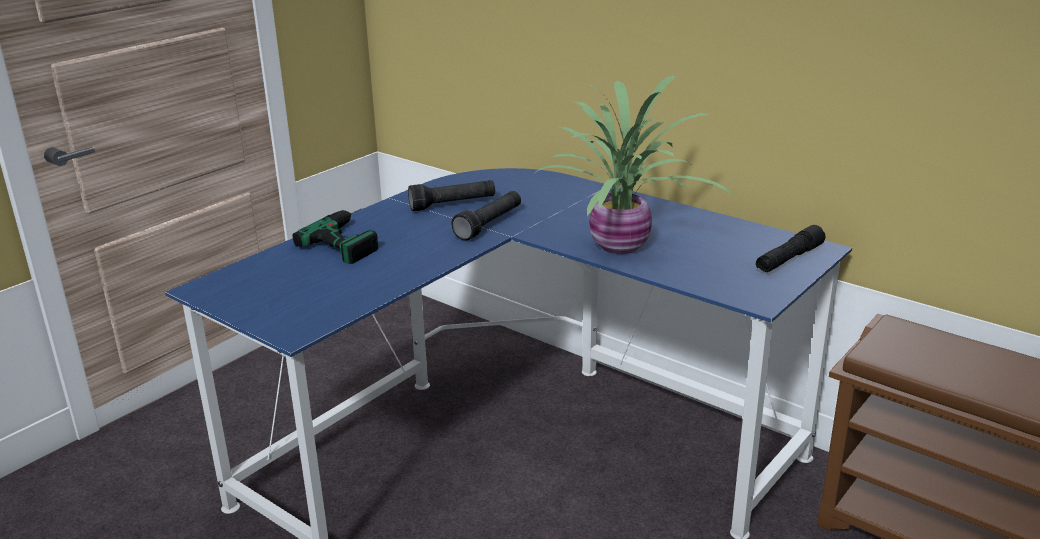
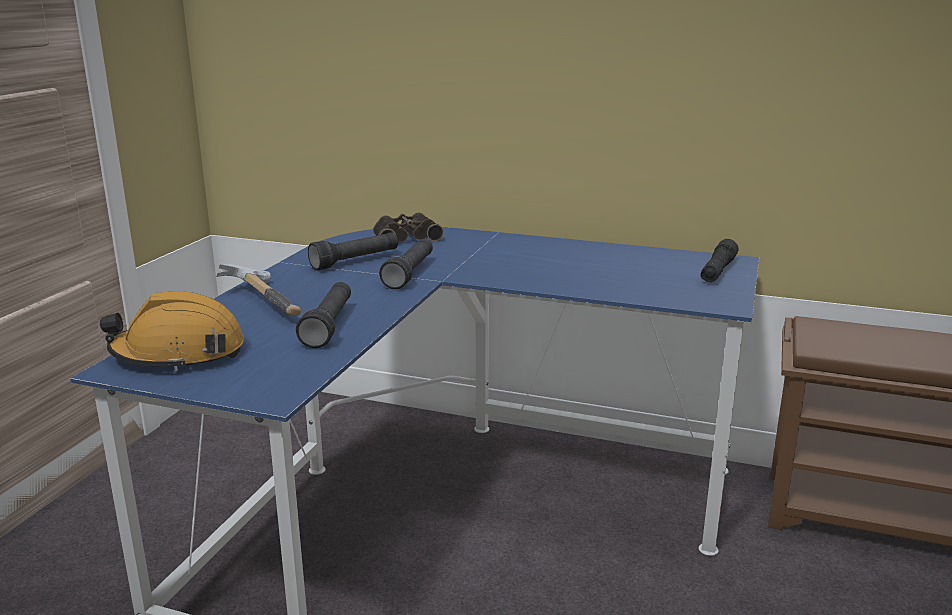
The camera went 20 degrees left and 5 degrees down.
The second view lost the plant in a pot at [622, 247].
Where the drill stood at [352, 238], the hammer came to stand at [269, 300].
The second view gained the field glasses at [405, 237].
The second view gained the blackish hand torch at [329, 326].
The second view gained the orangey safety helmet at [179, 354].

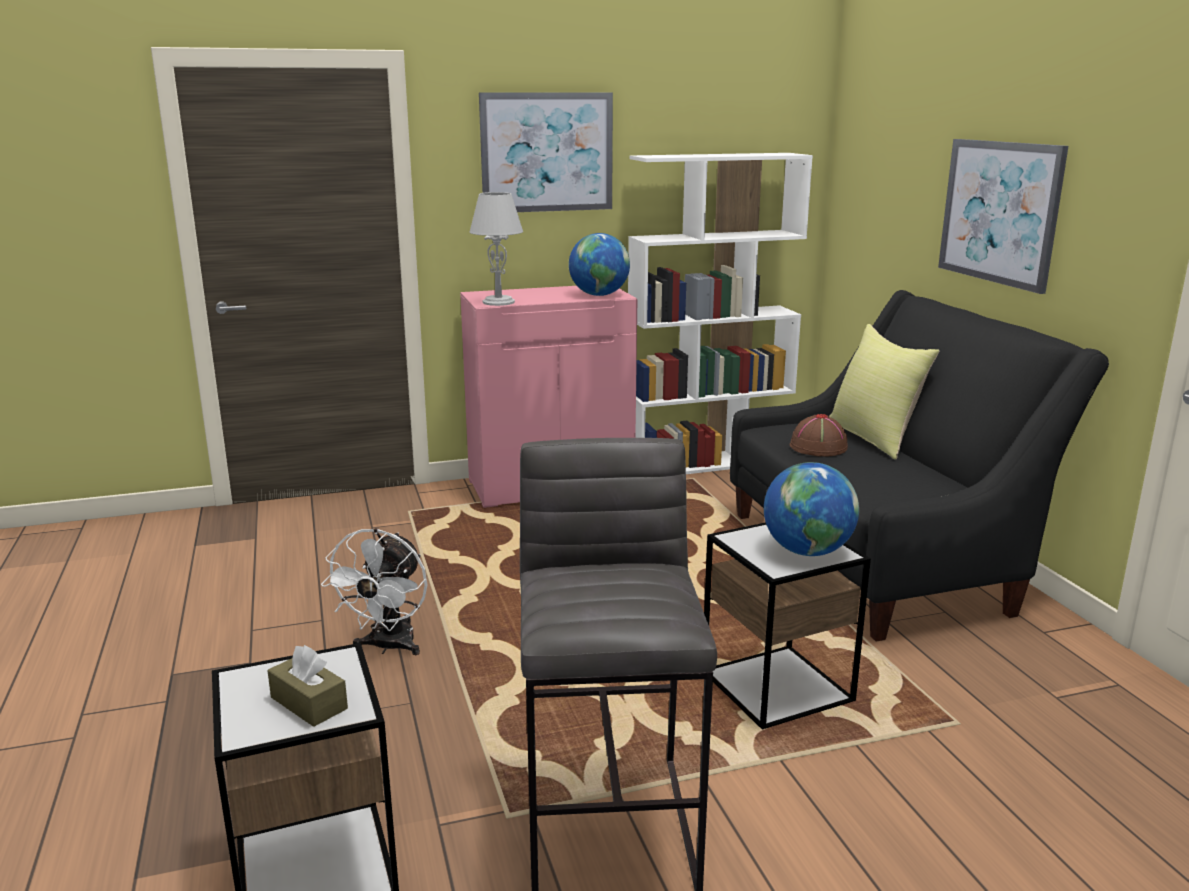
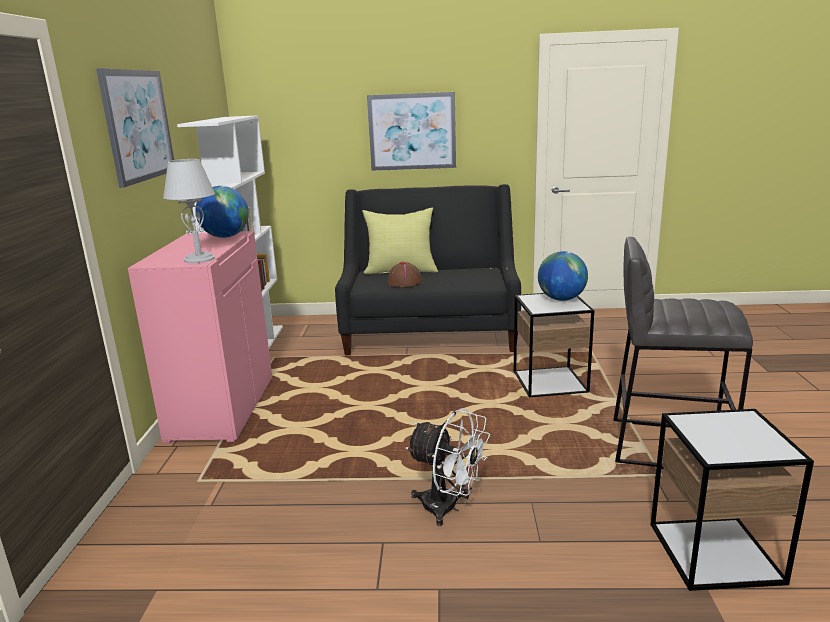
The camera went 70 degrees left and 0 degrees up.
The second view lost the brownish tissue holder at [309, 703].

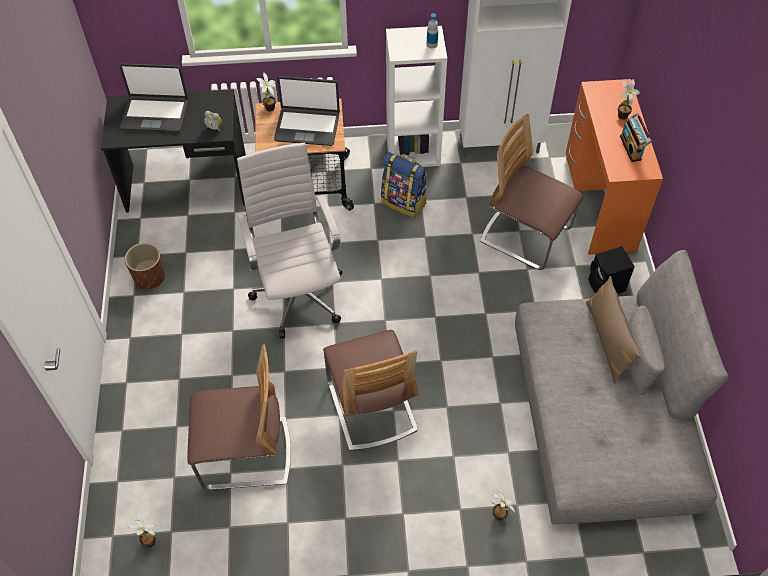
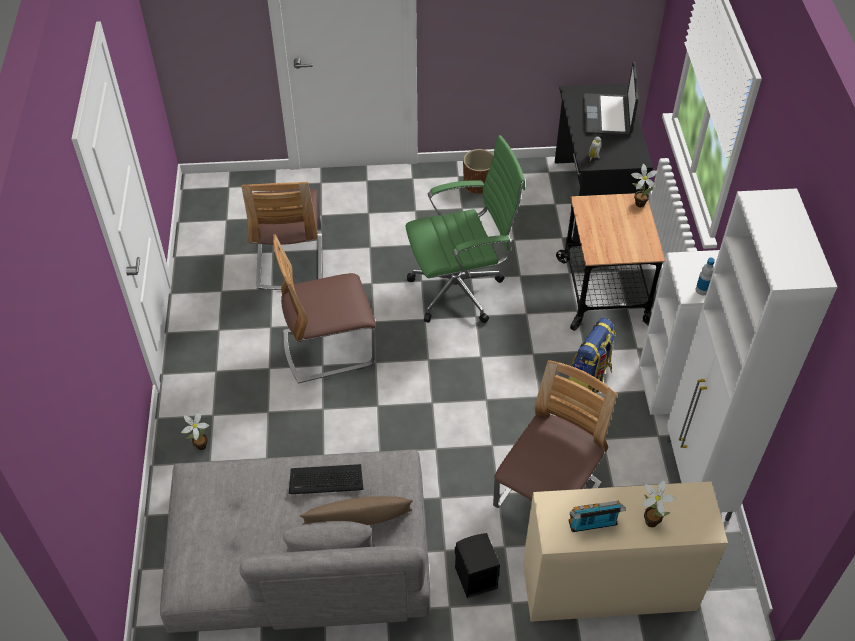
The camera went 90 degrees right and 5 degrees down.
The second view lost the portable computer at [307, 127].
What was the orangey desk at [599, 203] turned into the beige desk at [608, 587].
What was the white office chair at [298, 293] turned into the green-coloured office chair at [461, 290].
The second view lost the plant in a pot at [151, 543].
The second view gained the computer keyboard at [326, 480].

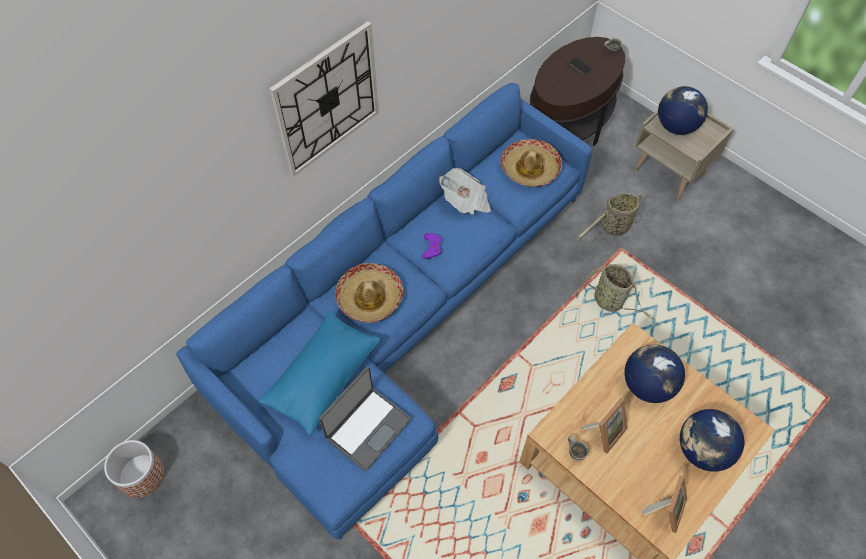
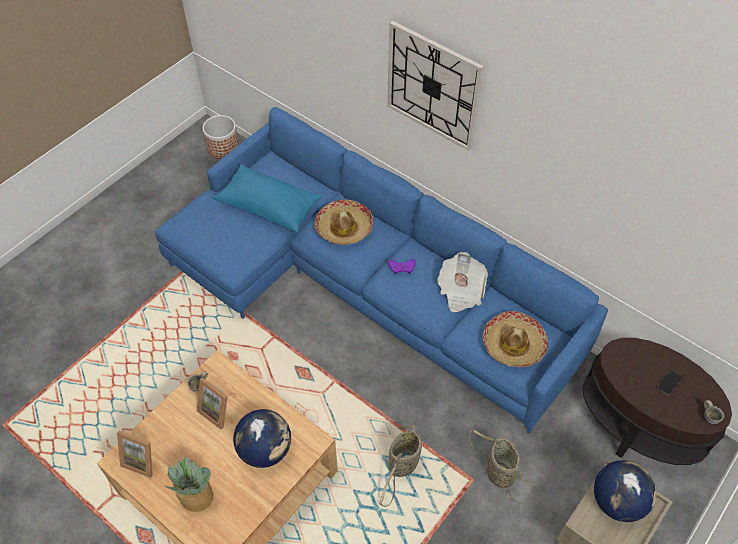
The camera went 85 degrees right and 5 degrees down.
The second view lost the portable computer at [367, 428].
Where the desk globe stood at [702, 450], the plant in a pot came to stand at [196, 496].

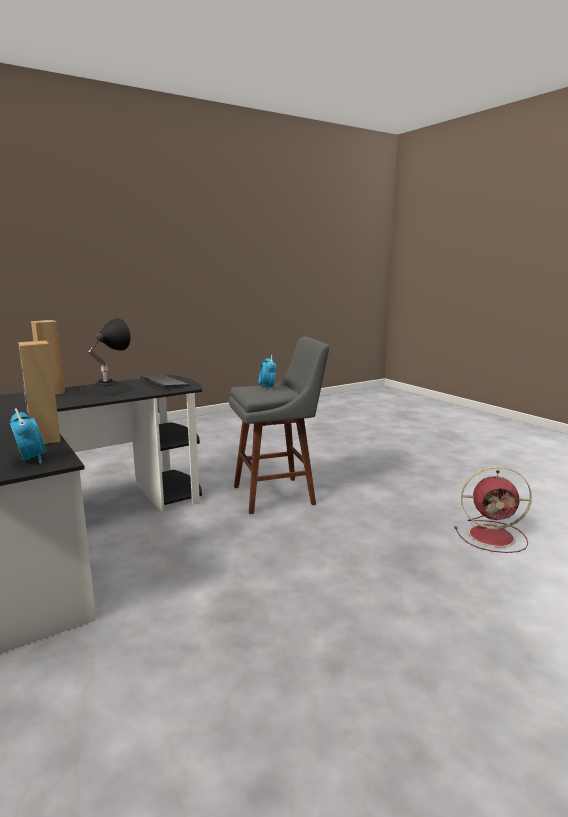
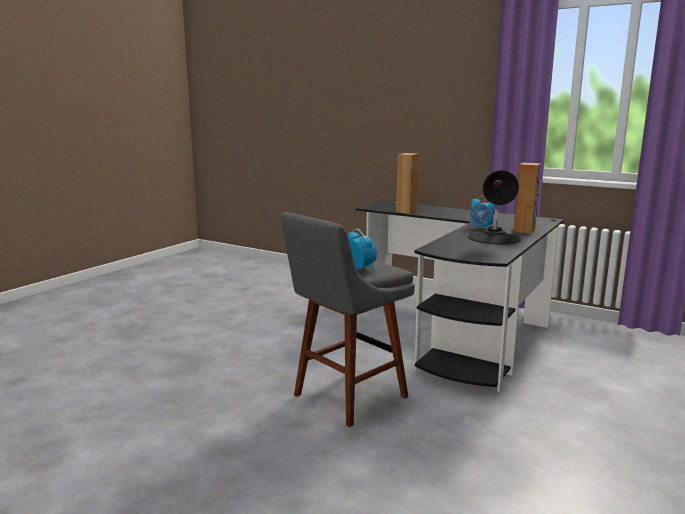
The camera went 155 degrees right and 0 degrees up.
The second view lost the computer keyboard at [162, 382].
The alarm clock ended up elsewhere, having gone from [31, 459] to [482, 227].
The second view lost the red electric fan at [493, 536].

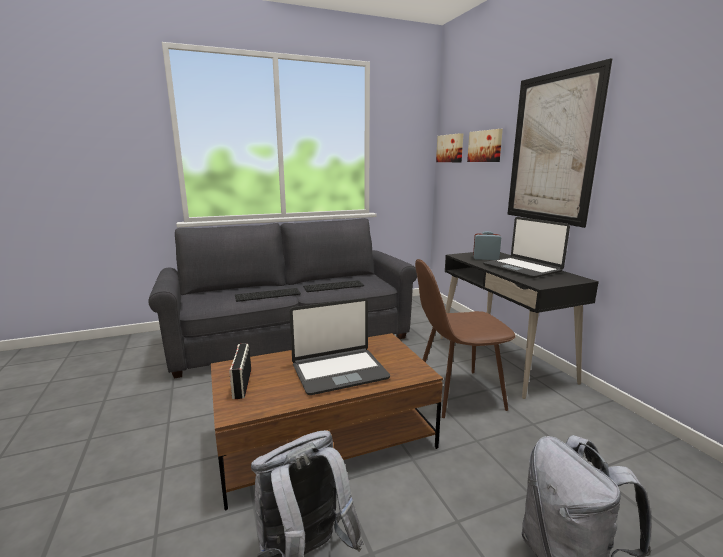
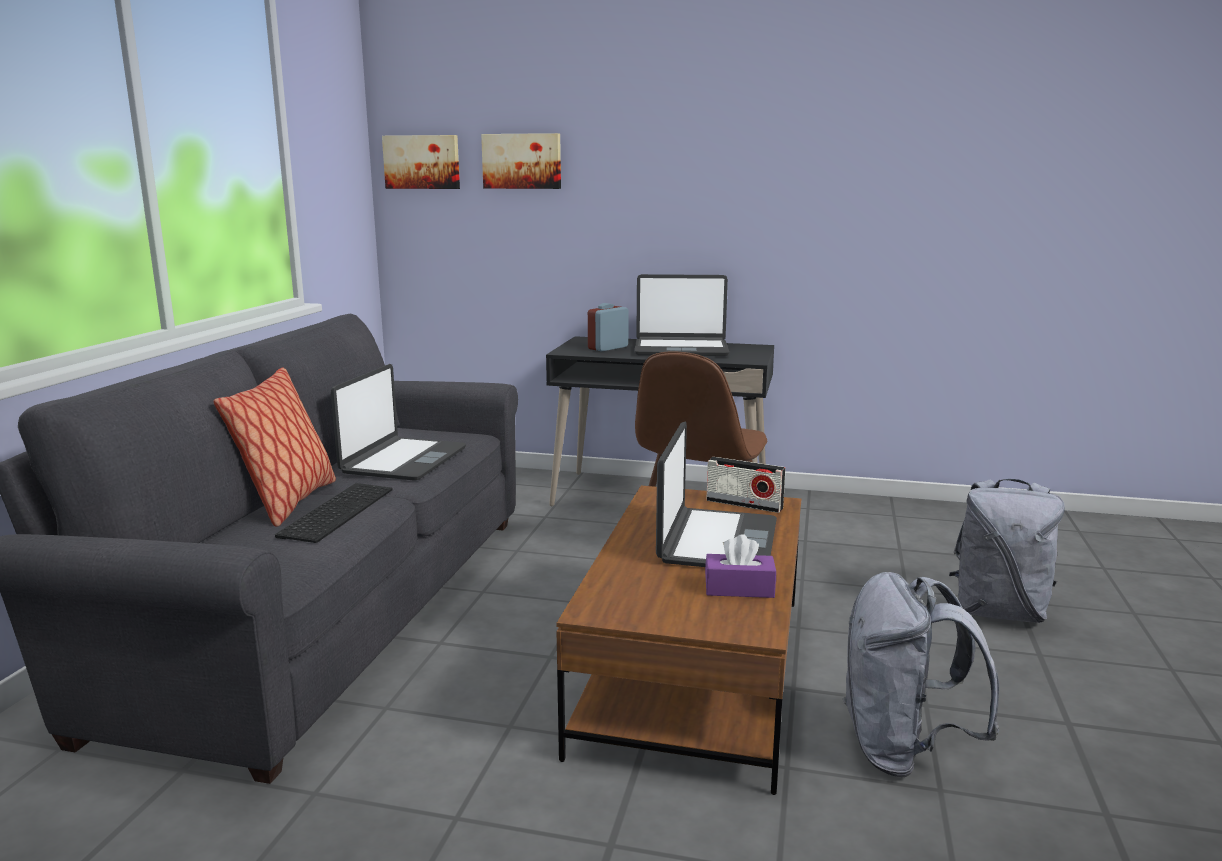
The camera went 55 degrees left and 0 degrees up.
The second view lost the wall art at [552, 149].
Where the computer keyboard stood at [334, 286], the portable computer came to stand at [403, 461].
The radio set ended up elsewhere, having gone from [242, 383] to [744, 504].
The second view gained the throw pillow at [288, 503].
The second view gained the purplish tissue holder at [739, 588].

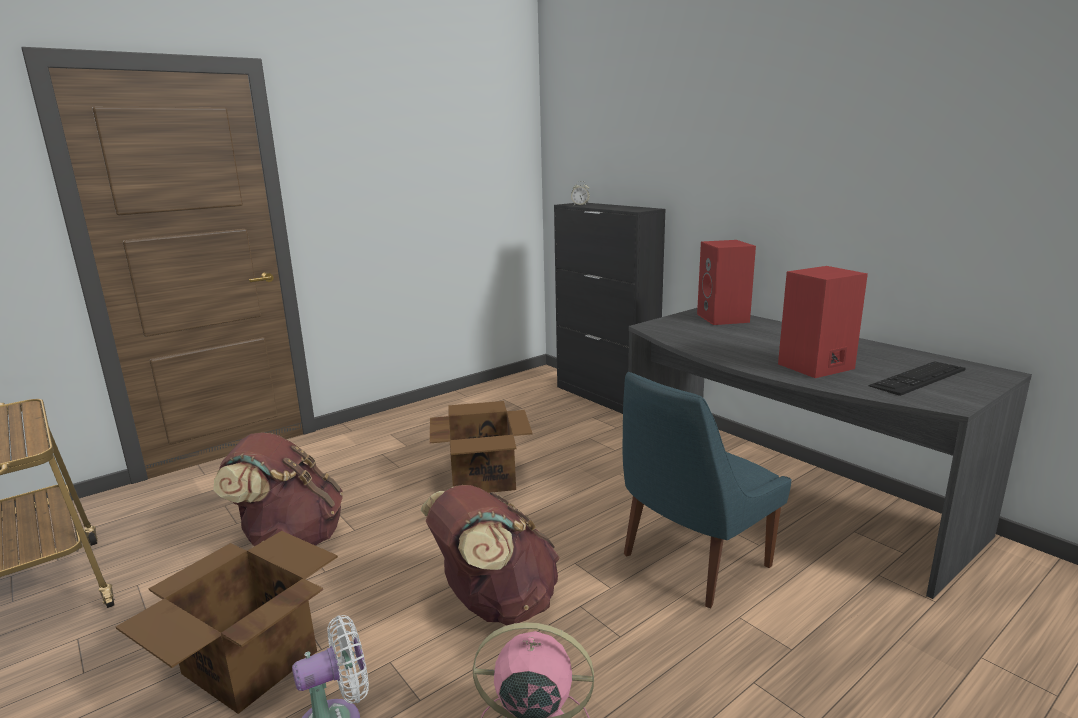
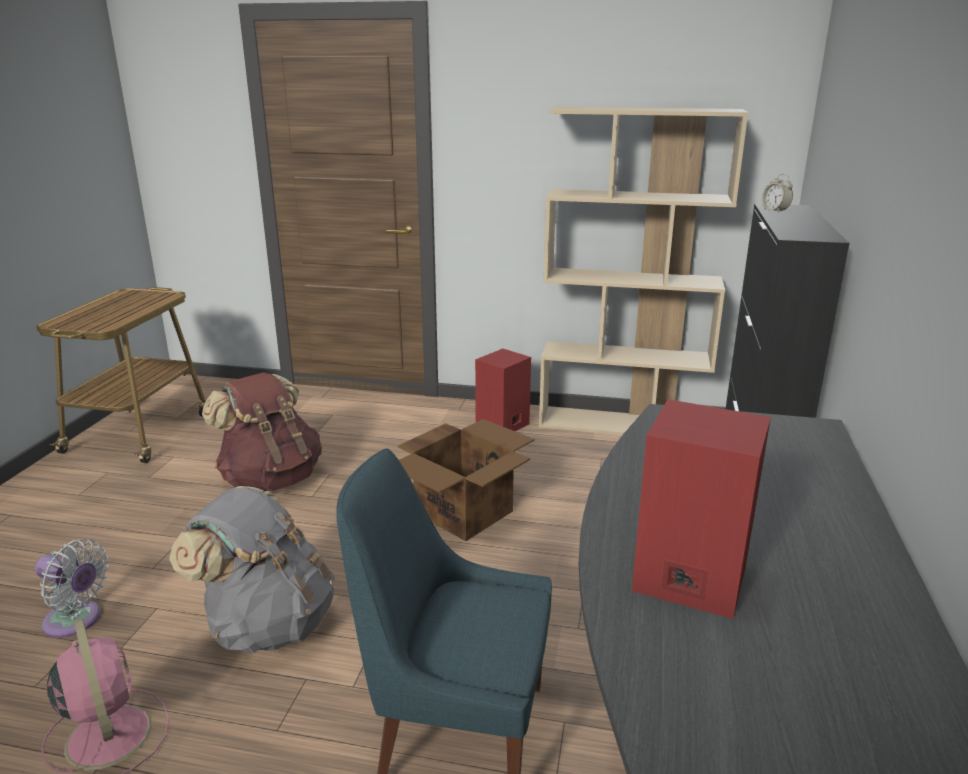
The camera went 50 degrees right and 5 degrees up.
The red speaker ended up elsewhere, having gone from [724, 318] to [502, 426].
The second view lost the computer keyboard at [918, 378].
What was the brownish rucksack at [495, 604] turned into the gray rucksack at [268, 624].
The second view lost the cardboard box at [248, 663].
The second view gained the beige bookcase at [622, 424].

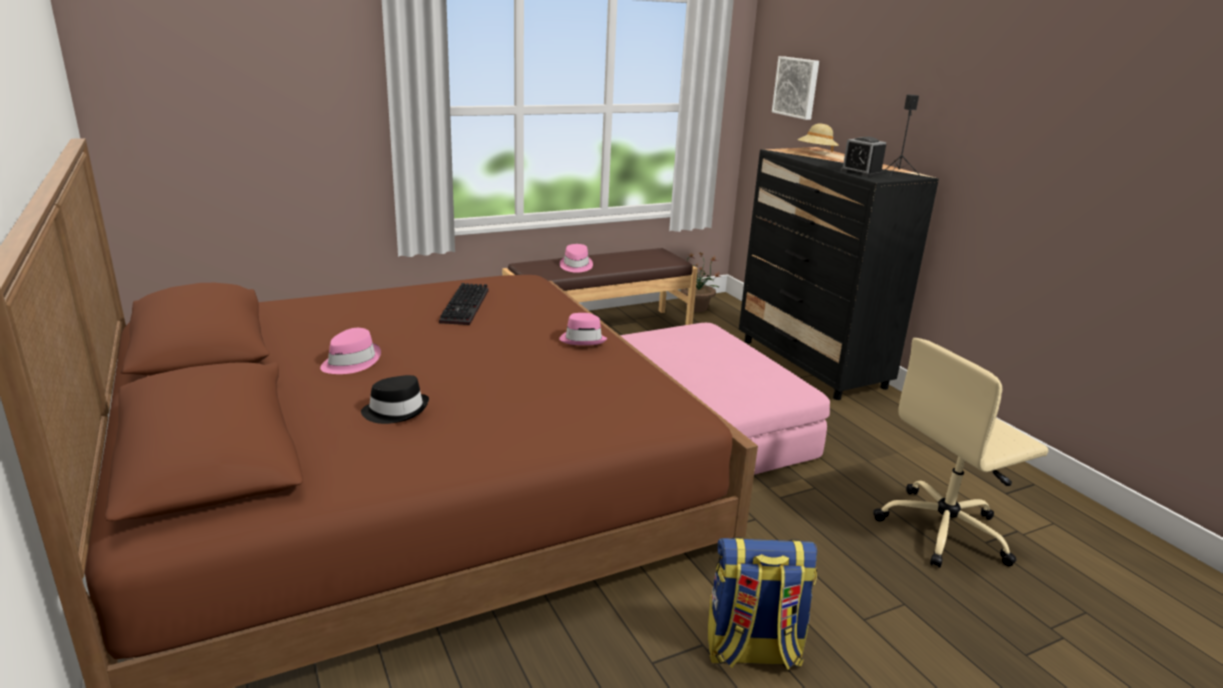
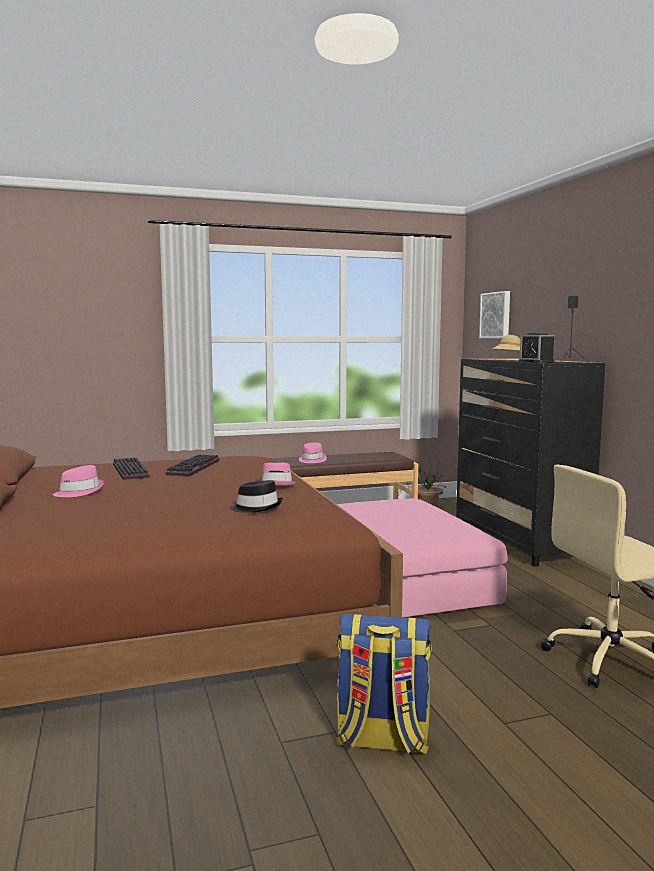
The camera went 10 degrees right and 15 degrees down.
The blackish wearable hat ended up elsewhere, having gone from [396, 410] to [257, 507].
The second view gained the computer keyboard at [128, 470].

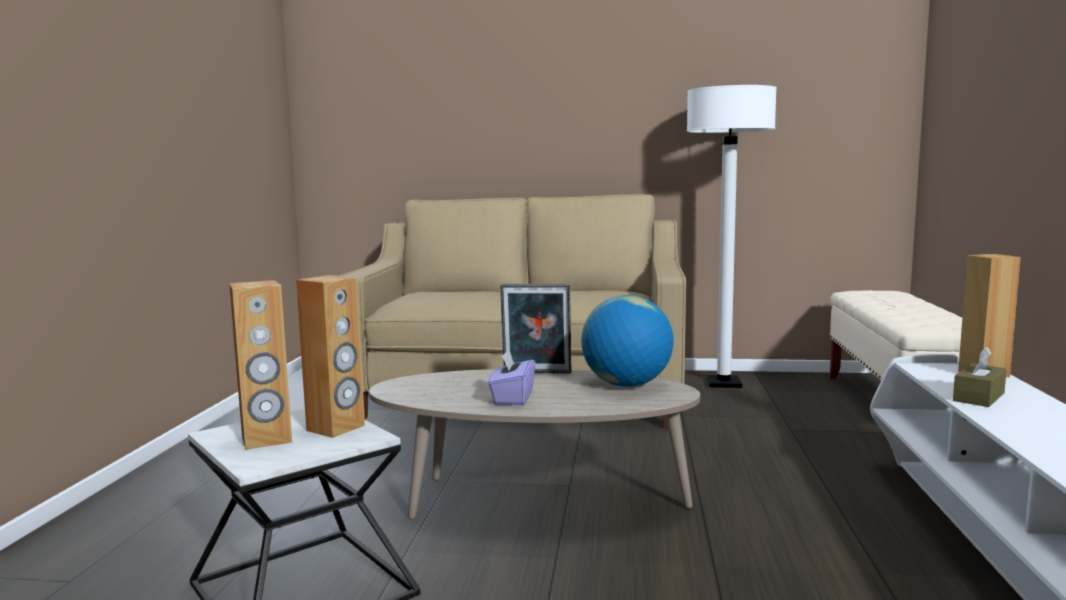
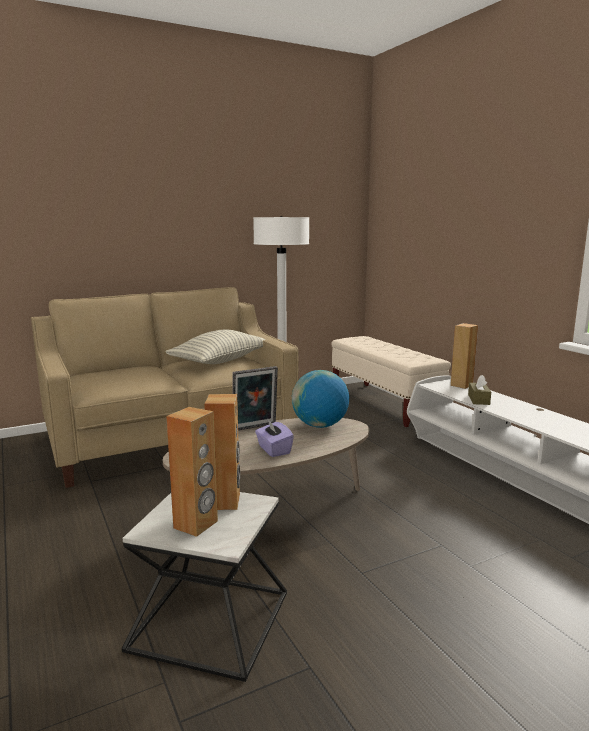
The camera went 35 degrees left and 5 degrees up.
The second view gained the throw pillow at [220, 361].

